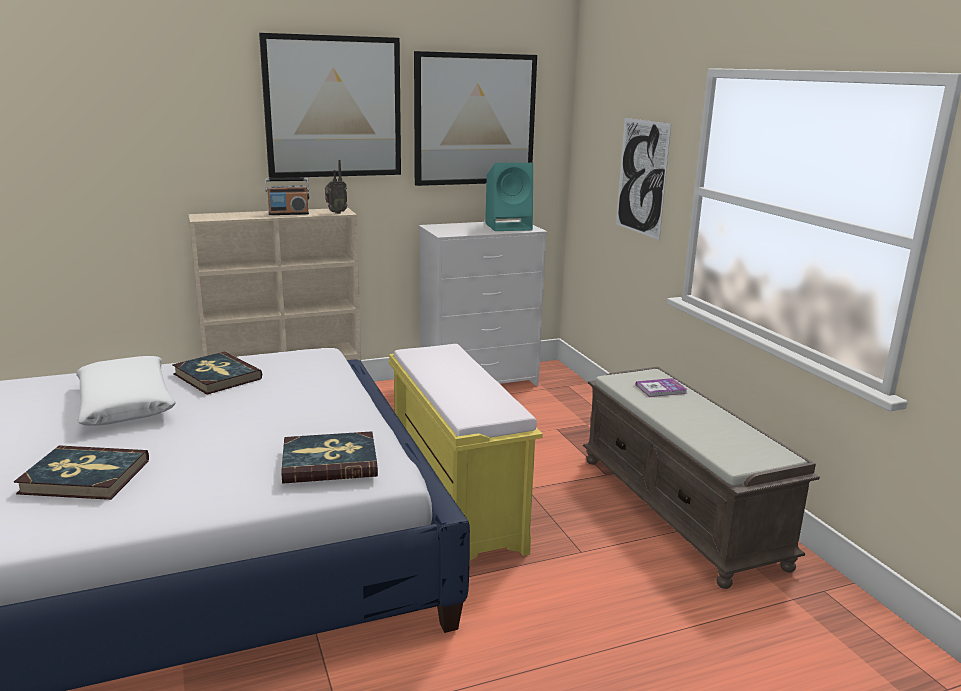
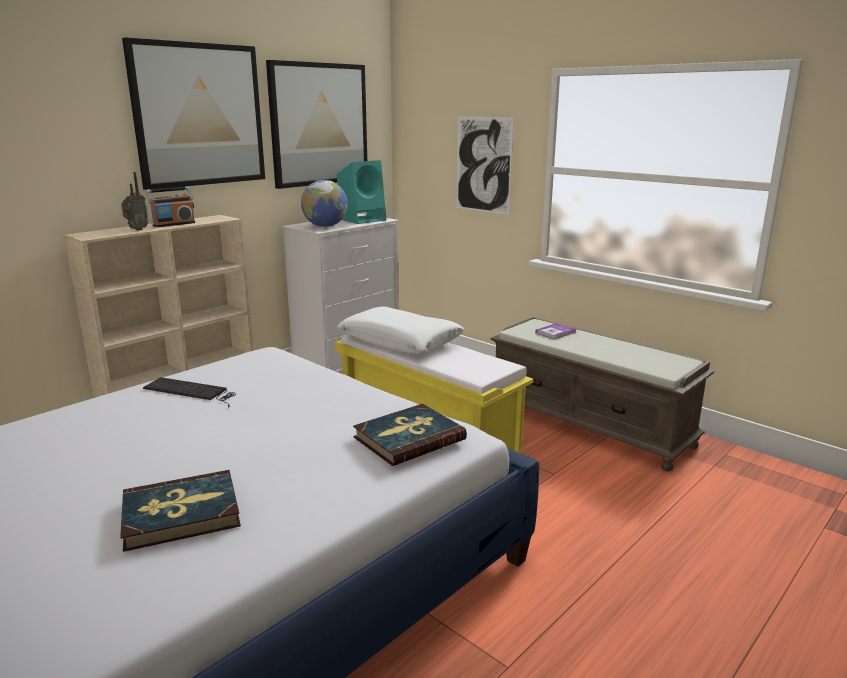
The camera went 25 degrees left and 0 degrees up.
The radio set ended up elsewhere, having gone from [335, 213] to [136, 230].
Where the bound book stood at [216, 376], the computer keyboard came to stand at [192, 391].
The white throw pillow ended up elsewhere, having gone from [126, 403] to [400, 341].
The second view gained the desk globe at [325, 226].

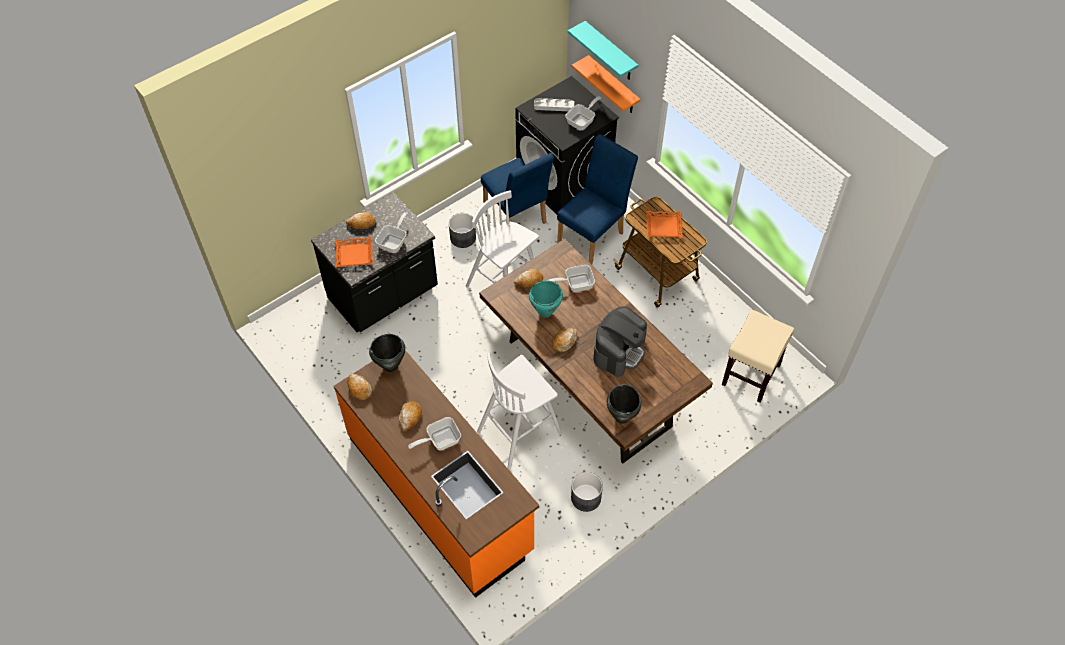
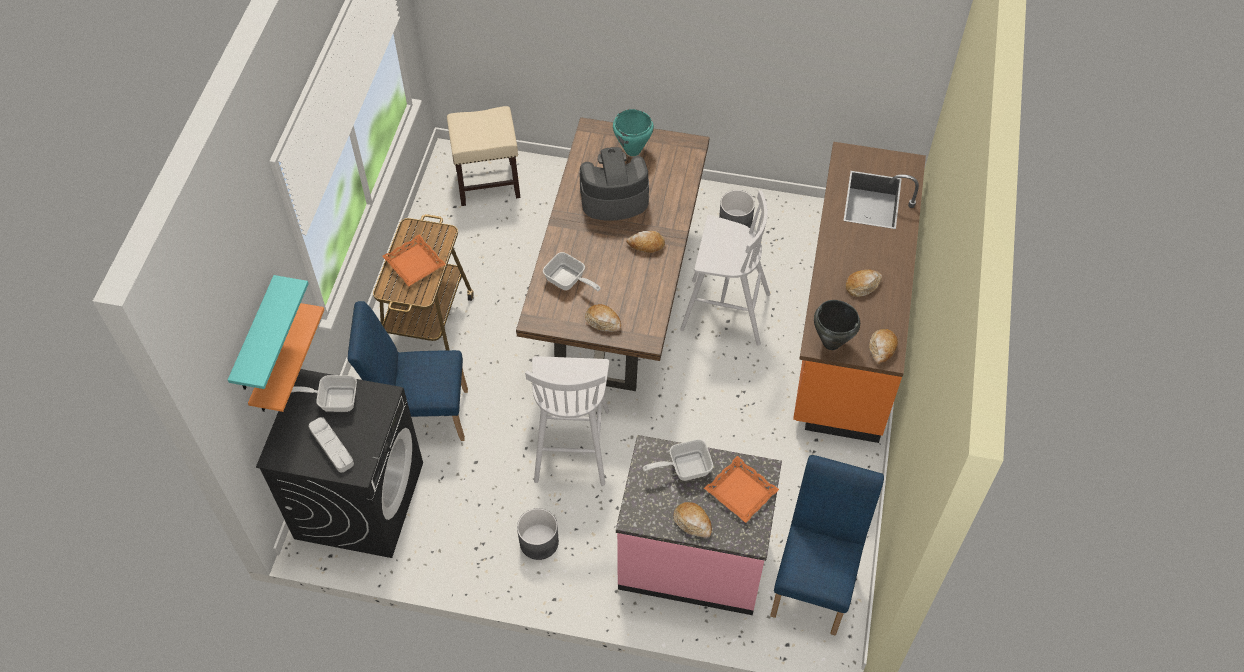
The camera went 130 degrees left and 0 degrees up.
The blue-coloured plain chair ended up elsewhere, having gone from [517, 218] to [815, 581].
What was the blackish kitchen base unit at [383, 295] turned into the pink-coloured kitchen base unit at [693, 557].
The turquoise stockpot ended up elsewhere, having gone from [545, 312] to [633, 151].
The second view lost the blackish stockpot at [622, 417].
The second view lost the frying pan at [440, 440].

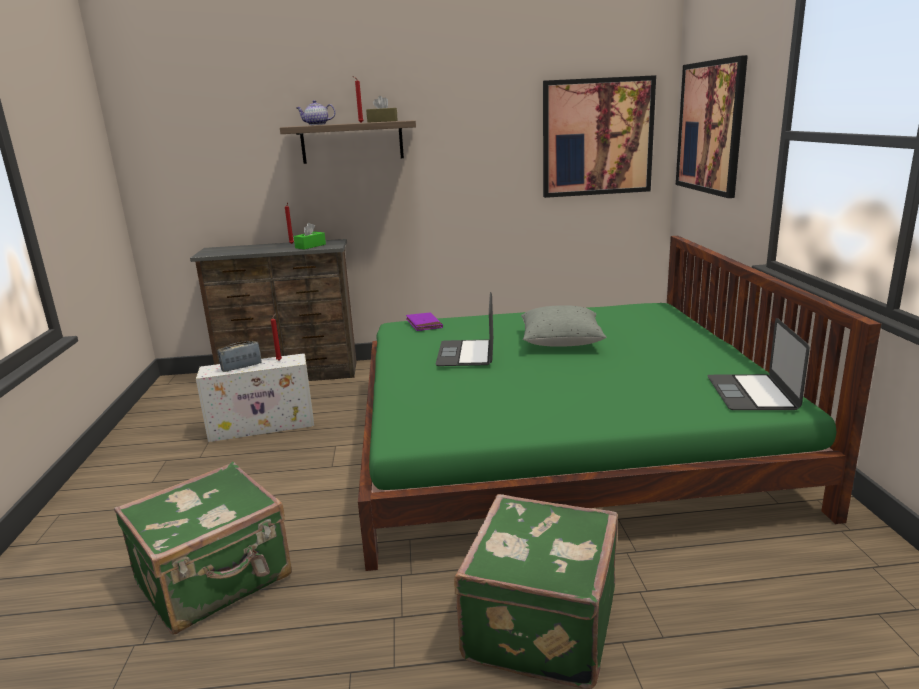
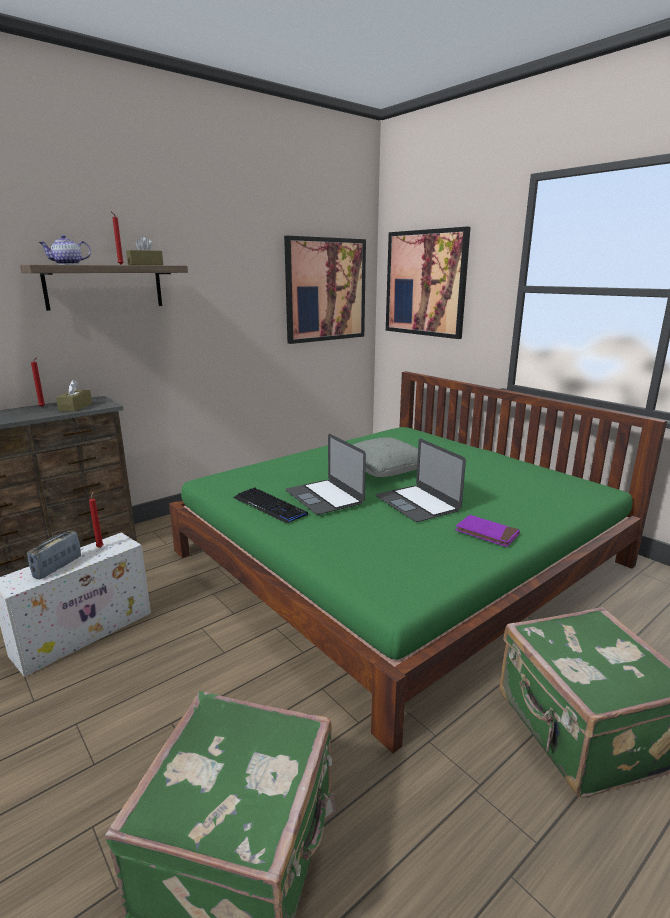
The camera went 35 degrees left and 0 degrees up.
What was the green-coloured tissue holder at [310, 246] turned into the brownish tissue holder at [75, 407].
The purplish bound book ended up elsewhere, having gone from [424, 324] to [486, 533].
The portable computer ended up elsewhere, having gone from [751, 393] to [417, 503].
The second view gained the computer keyboard at [269, 506].

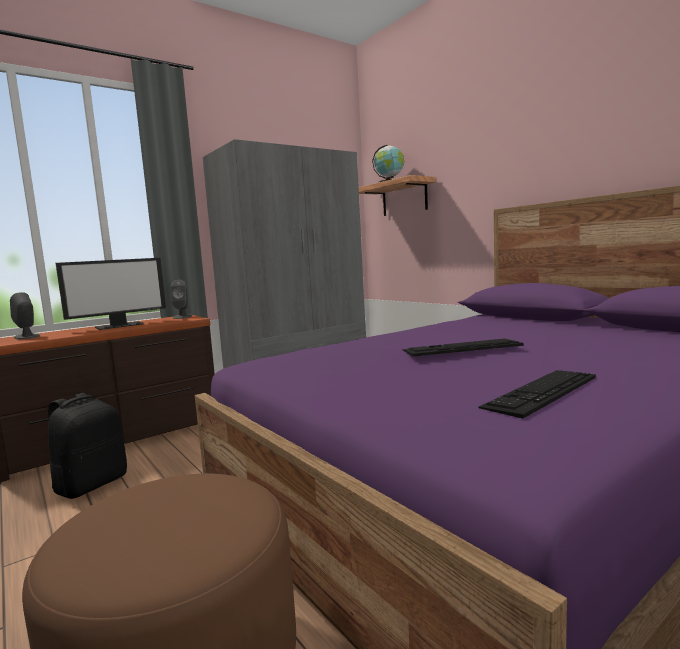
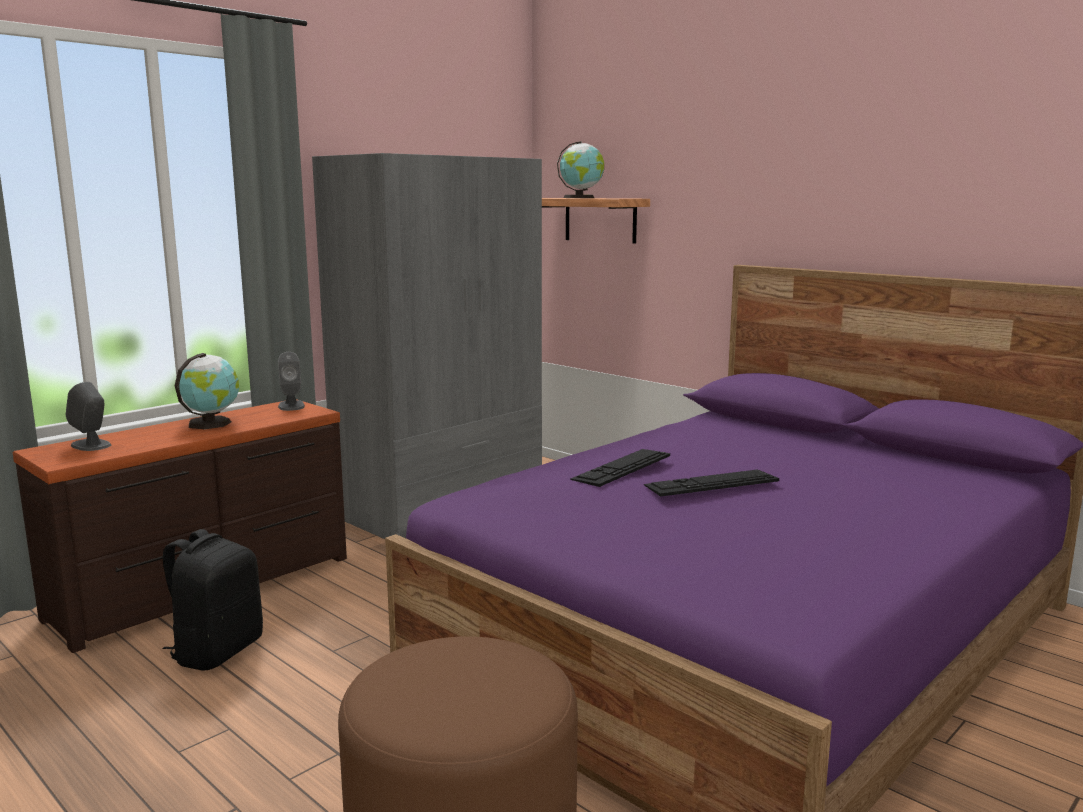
The camera went 10 degrees left and 5 degrees up.
Where the computer screen stood at [119, 325], the desk globe came to stand at [211, 423].
The computer keyboard ended up elsewhere, having gone from [541, 391] to [622, 467].

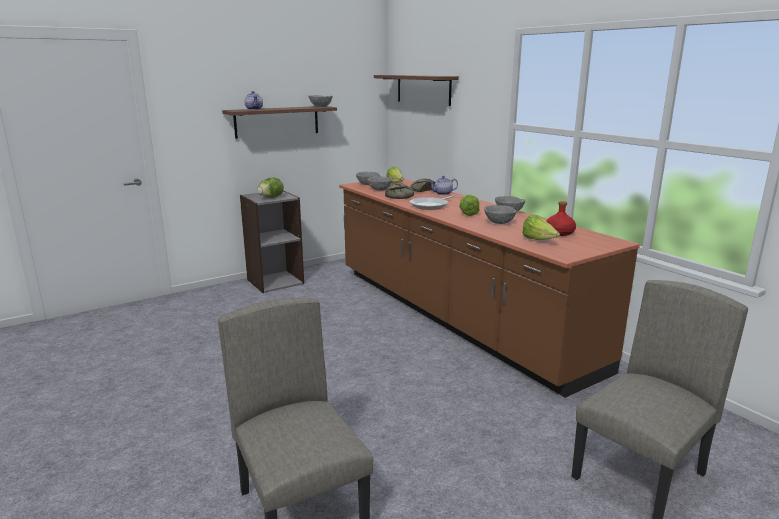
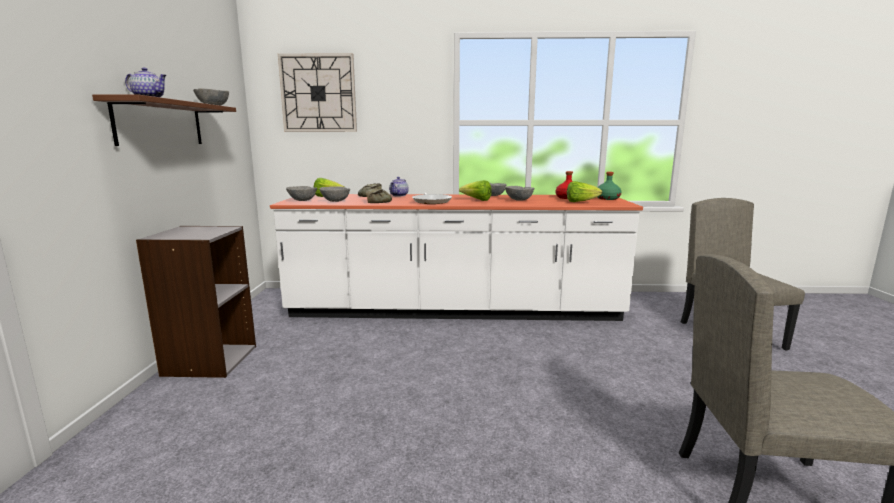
The camera went 55 degrees left and 5 degrees down.
Where the brownish wall shelf hung at [423, 89], the clock on the wall came to hang at [318, 93].
The second view lost the lettuce head at [271, 197].
What was the brownish kitchen base unit at [454, 316] turned into the white kitchen base unit at [454, 309].
The second view gained the green-coloured beverage bottle at [607, 198].

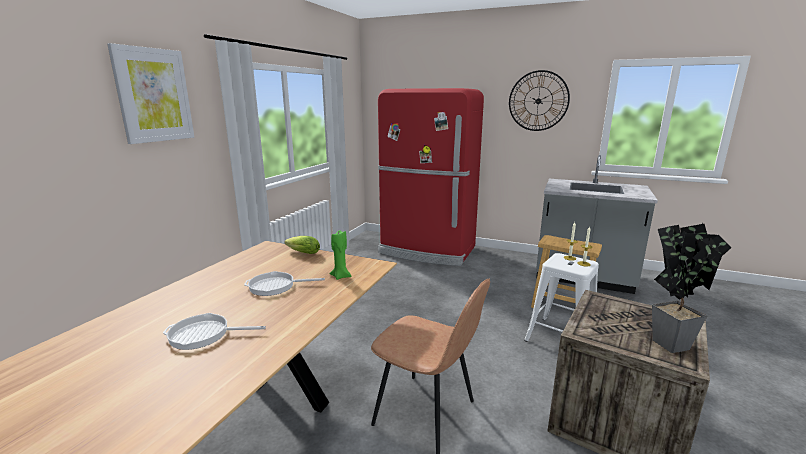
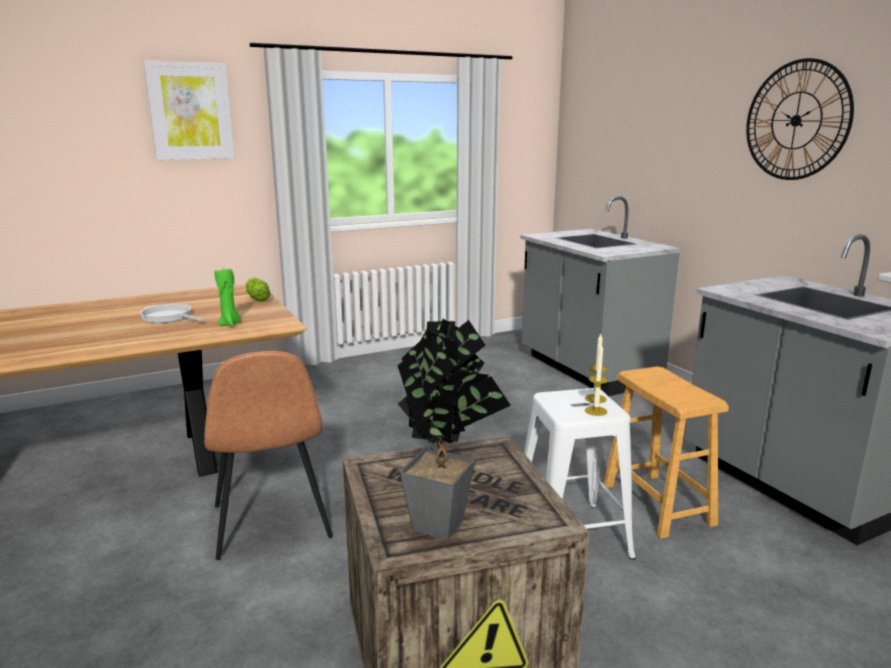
The camera went 40 degrees right and 0 degrees up.
Where the red kitchen fridge stood at [427, 250], the gray kitchen base unit came to stand at [587, 370].
The second view lost the frying pan at [203, 335].

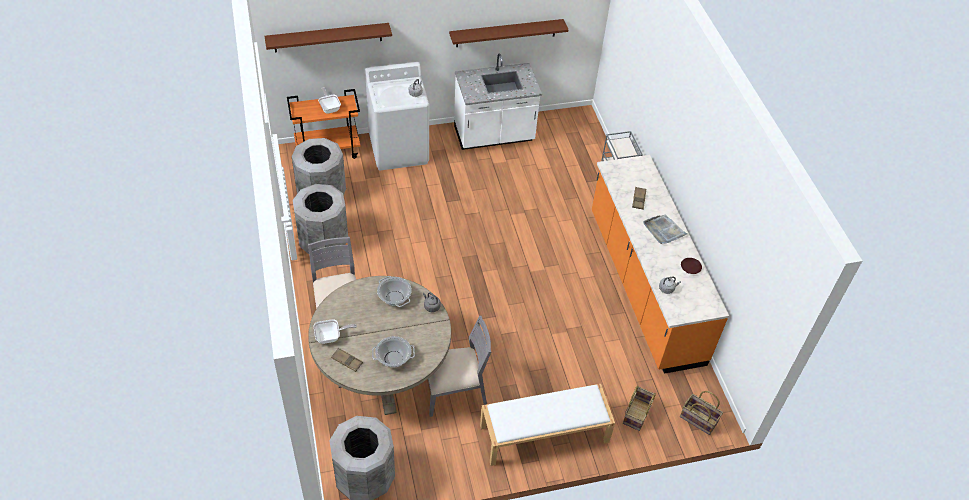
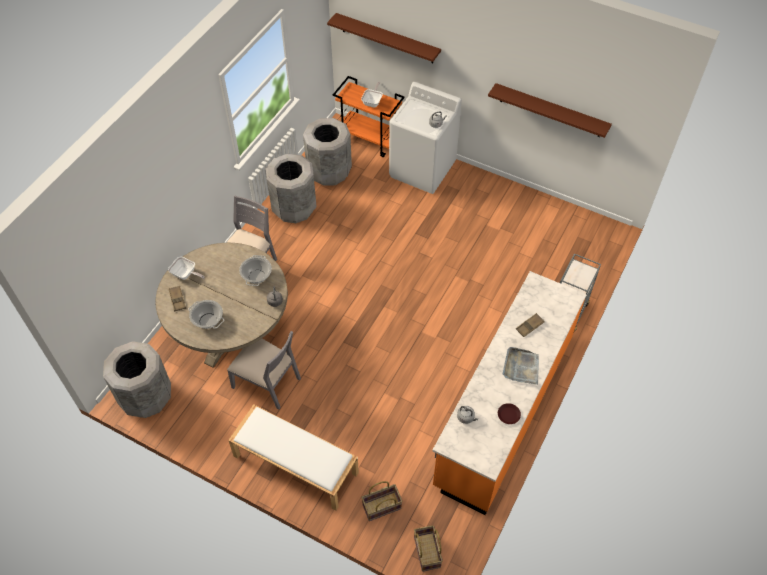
The camera went 45 degrees right and 5 degrees up.
The second view lost the white kitchen base unit at [494, 136].

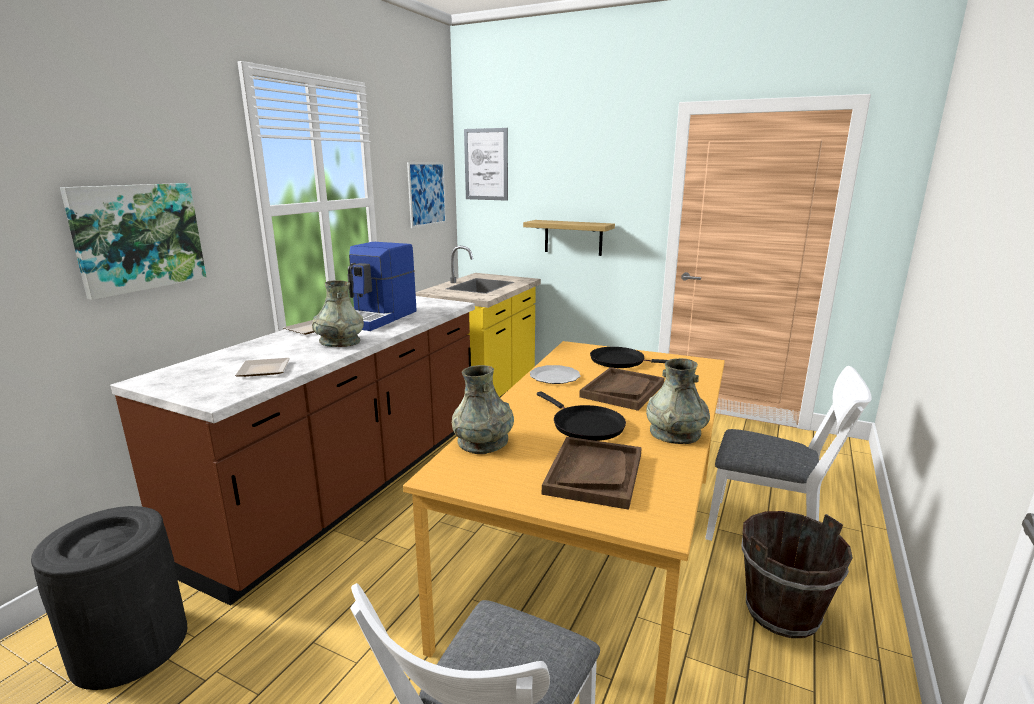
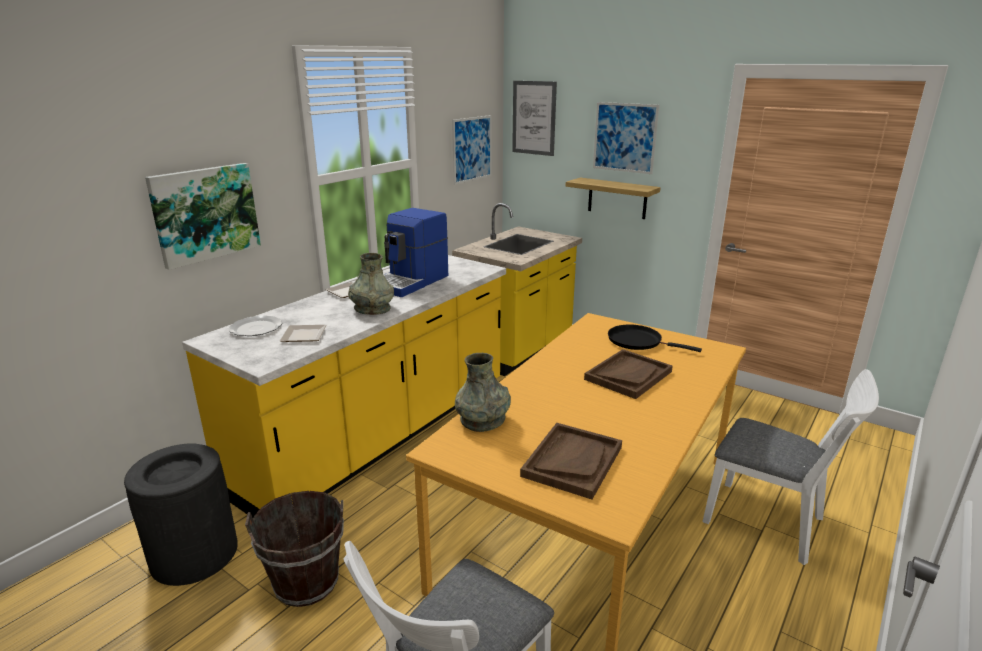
The camera went 10 degrees right and 5 degrees up.
What was the brownish kitchen base unit at [349, 488] turned into the yellow kitchen base unit at [379, 435].
The second view lost the gray vase at [675, 433].
The flat dish ended up elsewhere, having gone from [555, 377] to [256, 328].
The second view lost the blackish frying pan at [584, 425].
The brownish bucket ended up elsewhere, having gone from [781, 612] to [307, 582].
The second view gained the wall art at [624, 137].

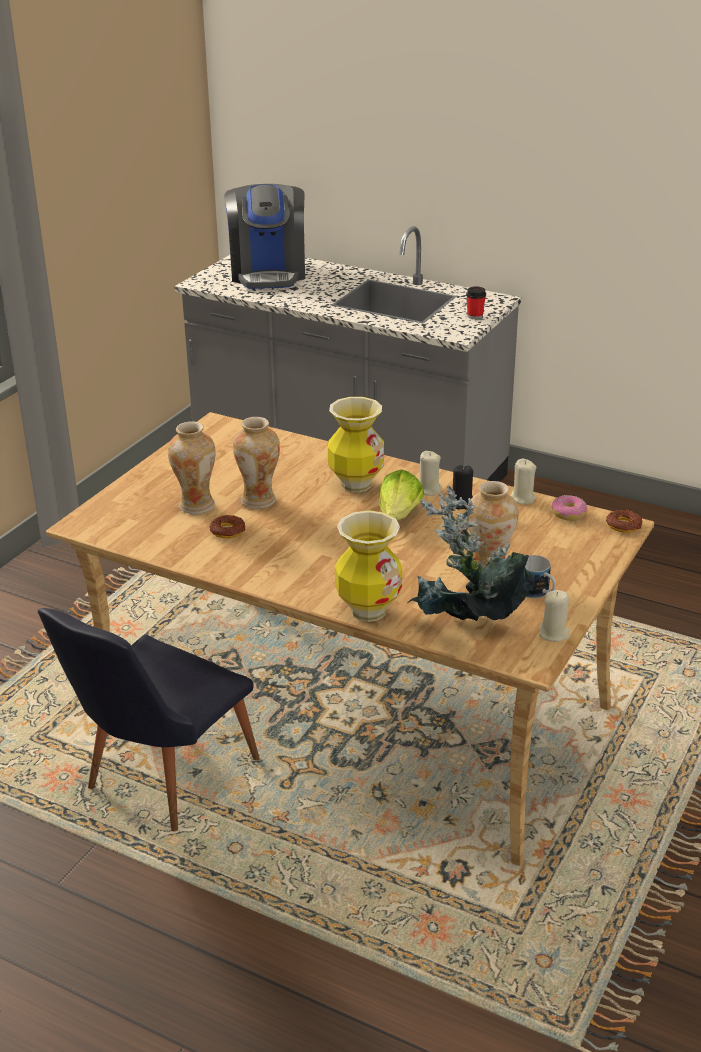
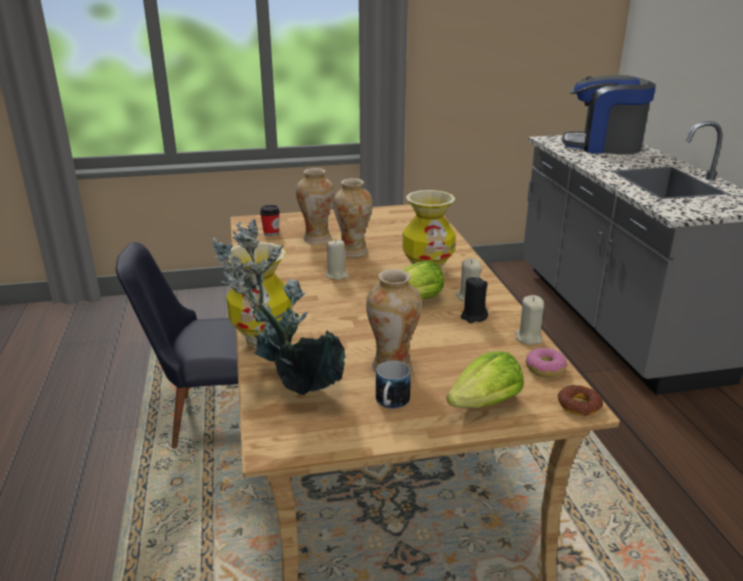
The camera went 50 degrees right and 5 degrees down.
The coffee machine at [268, 273] ended up facing another way, 60 degrees clockwise from before.
The small cup ended up elsewhere, having gone from [475, 316] to [271, 233].
The second view lost the donut at [227, 531].
The beige wax light ended up elsewhere, having gone from [554, 634] to [337, 275].
The second view gained the lettuce head at [485, 403].

